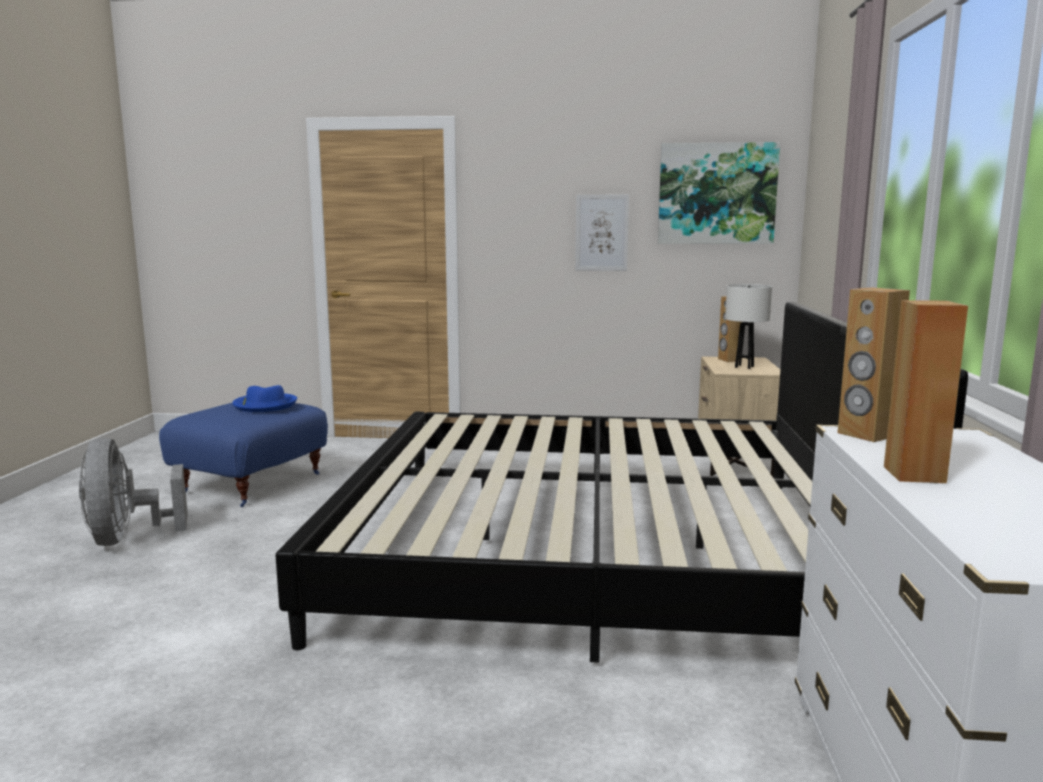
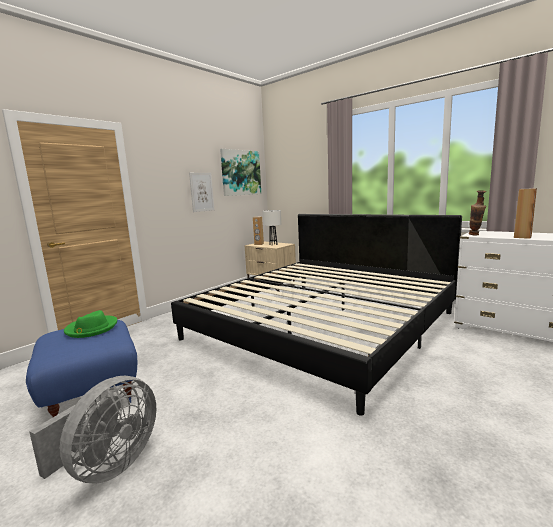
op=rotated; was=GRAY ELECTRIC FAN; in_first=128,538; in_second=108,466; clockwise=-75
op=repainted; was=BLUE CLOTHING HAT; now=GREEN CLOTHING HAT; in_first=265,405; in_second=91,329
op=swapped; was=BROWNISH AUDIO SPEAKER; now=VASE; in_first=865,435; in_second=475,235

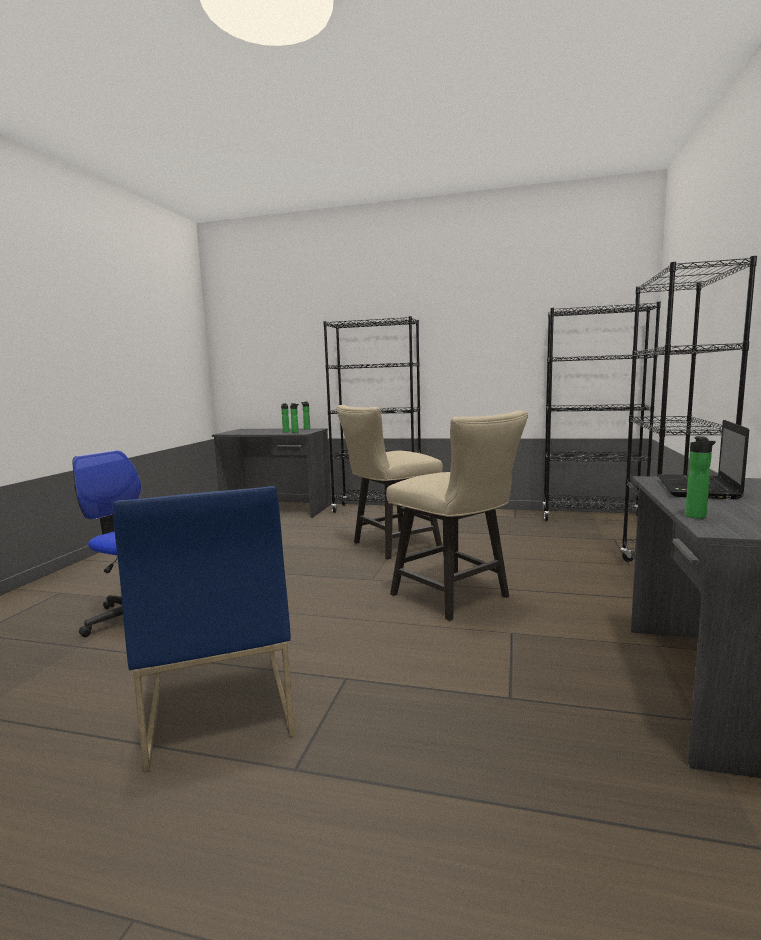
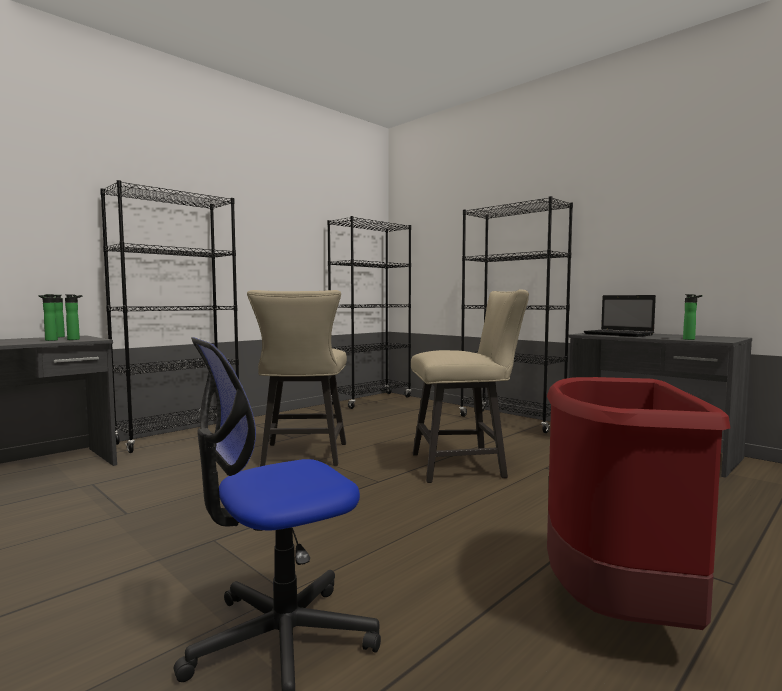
op=swapped; was=BLUE CHAIR; now=RED RUBBISH BIN; in_first=217,707; in_second=617,608

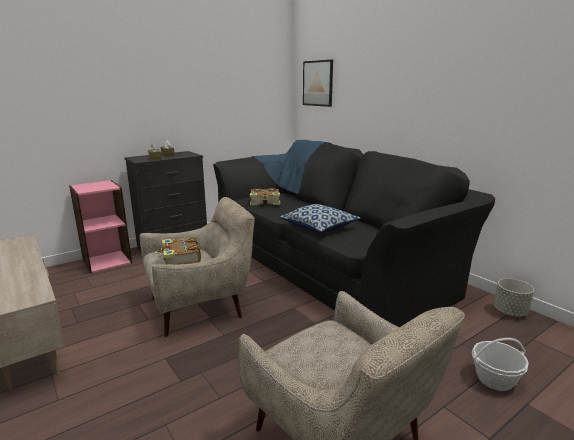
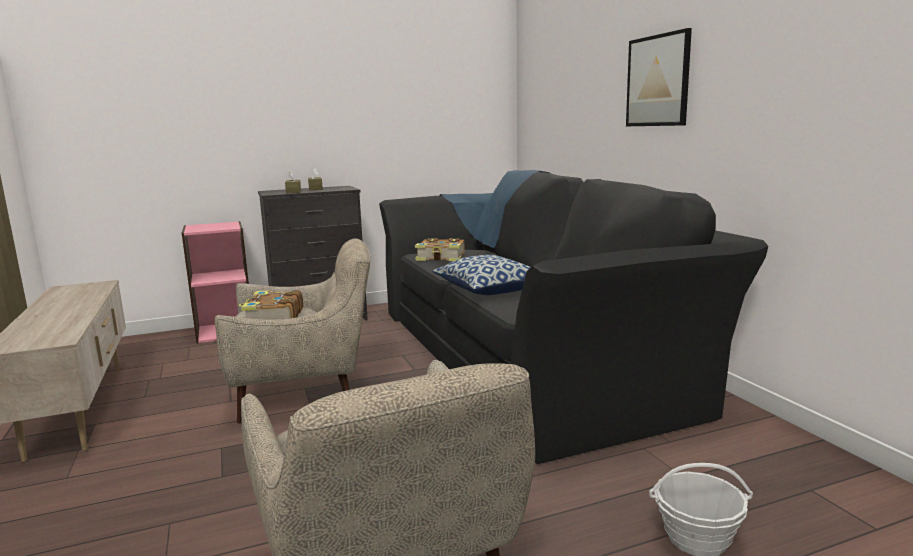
op=shifted; was=WALL PICTURE; in_first=318,83; in_second=658,81
op=gone; was=GRAY PLANTER; in_first=510,312

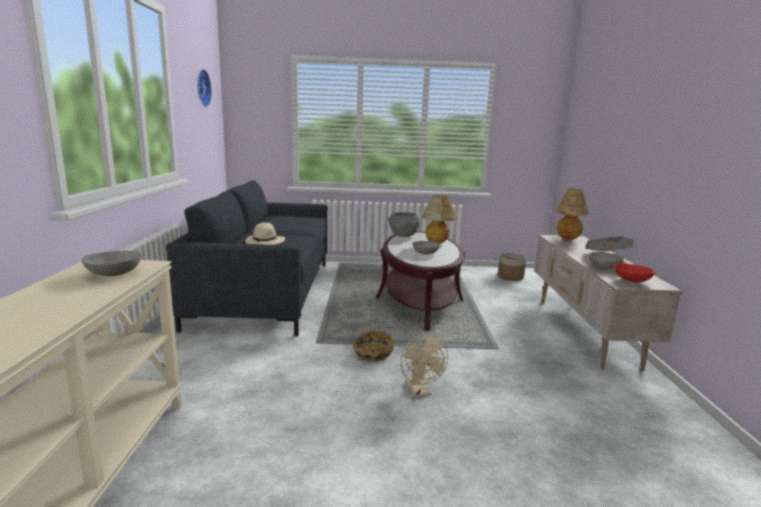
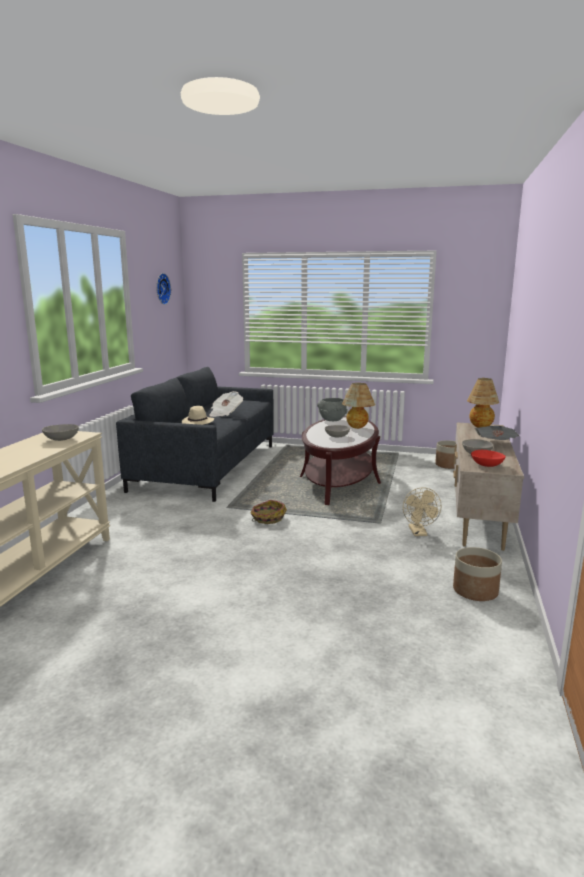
op=shifted; was=BEIGE-COLOURED ELECTRIC FAN; in_first=420,391; in_second=419,533
op=new; now=PRINTED PAPER; in_second=225,413
op=new; now=PLANTER; in_second=475,591

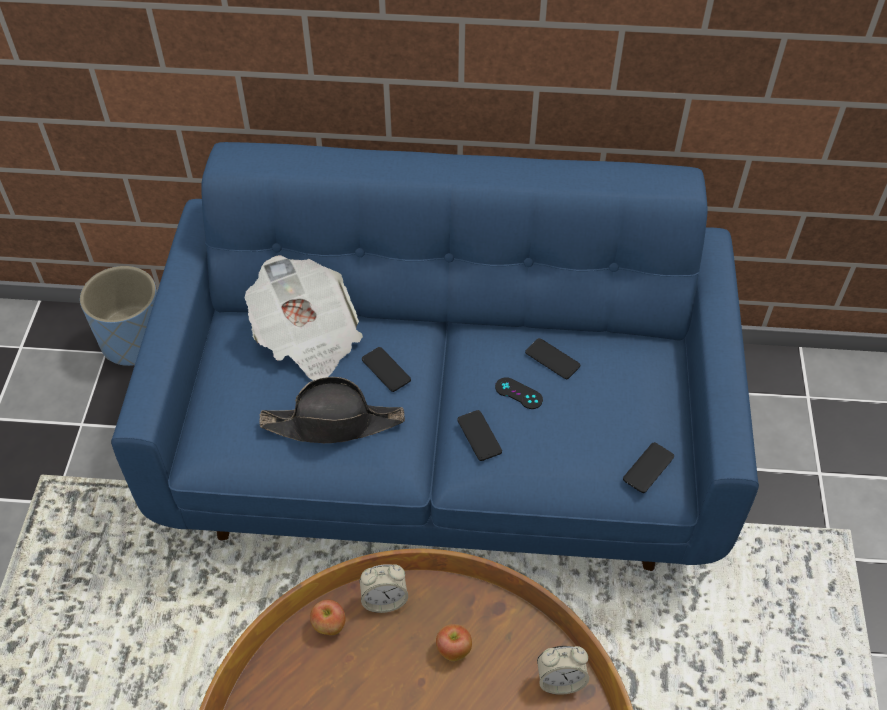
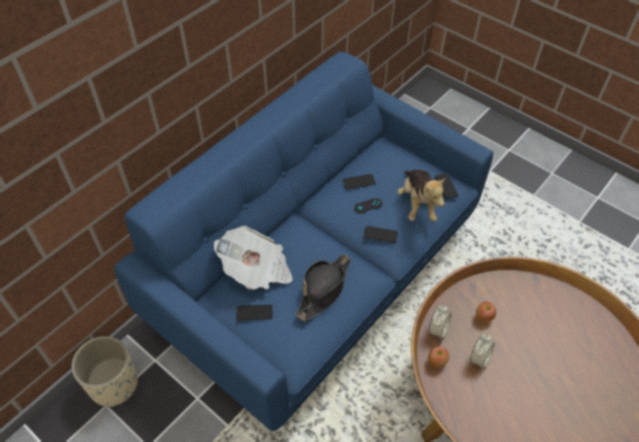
op=repainted; was=BLUE PLANTER; now=BEIGE-COLOURED PLANTER; in_first=135,342; in_second=114,384
op=shifted; was=PHONE; in_first=386,370; in_second=254,313
op=shifted; was=BEDSIDE CLOCK; in_first=560,680; in_second=479,358
op=new; now=CUDDLY TOY; in_second=417,204

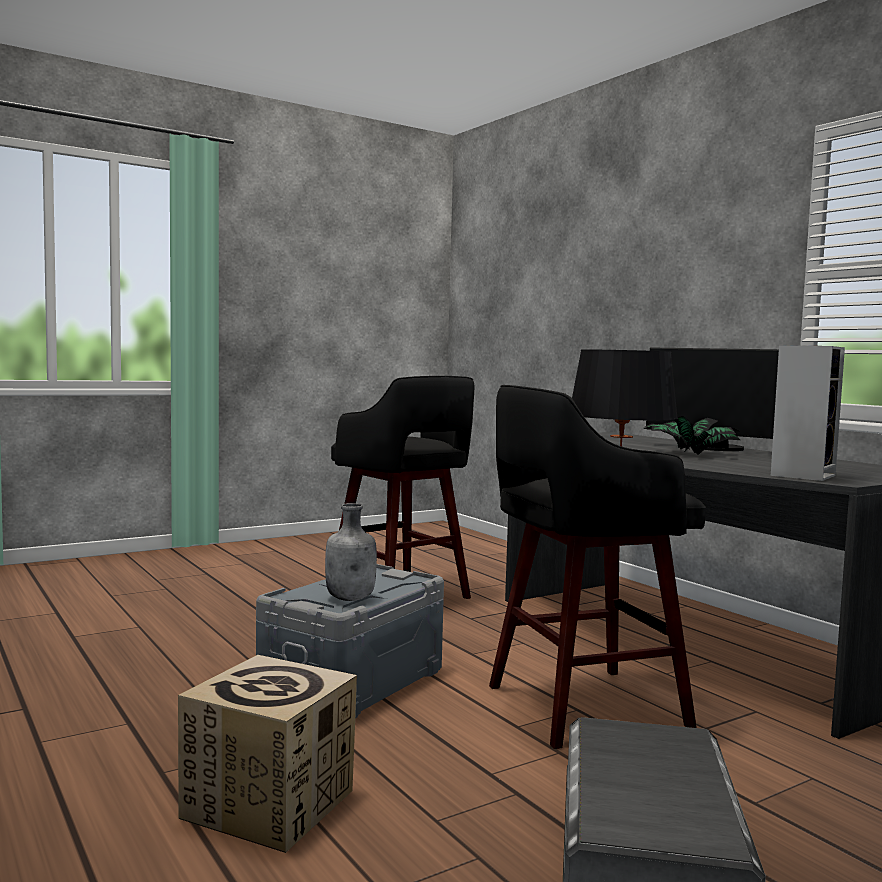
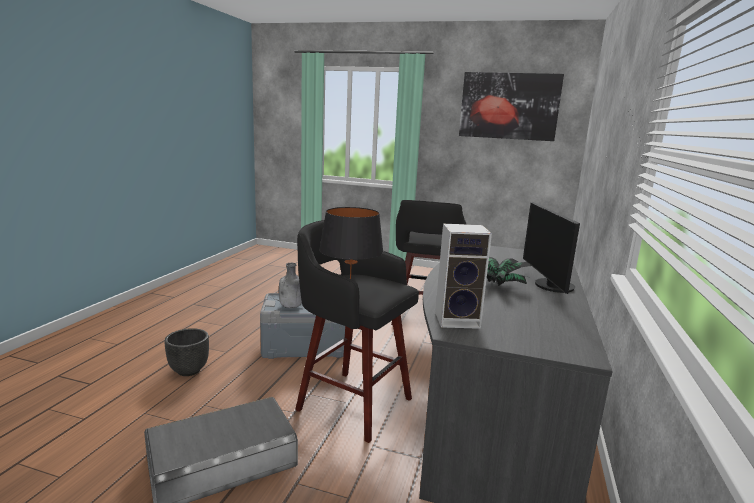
op=swapped; was=CARTON; now=BLACKISH PLANTER; in_first=270,804; in_second=189,370
op=new; now=WALL PICTURE; in_second=509,106

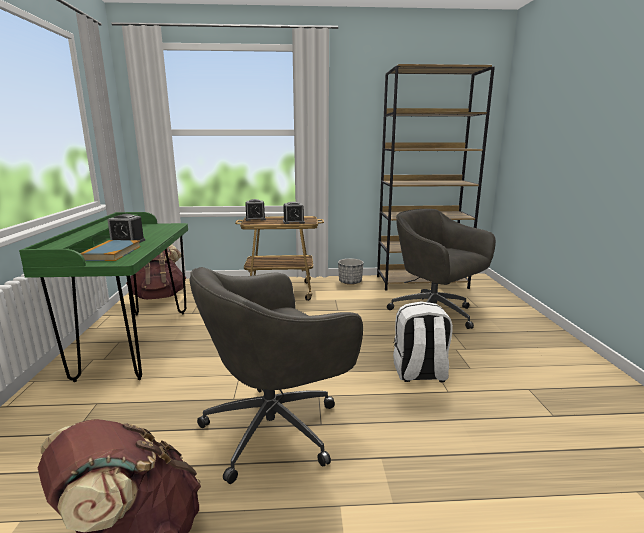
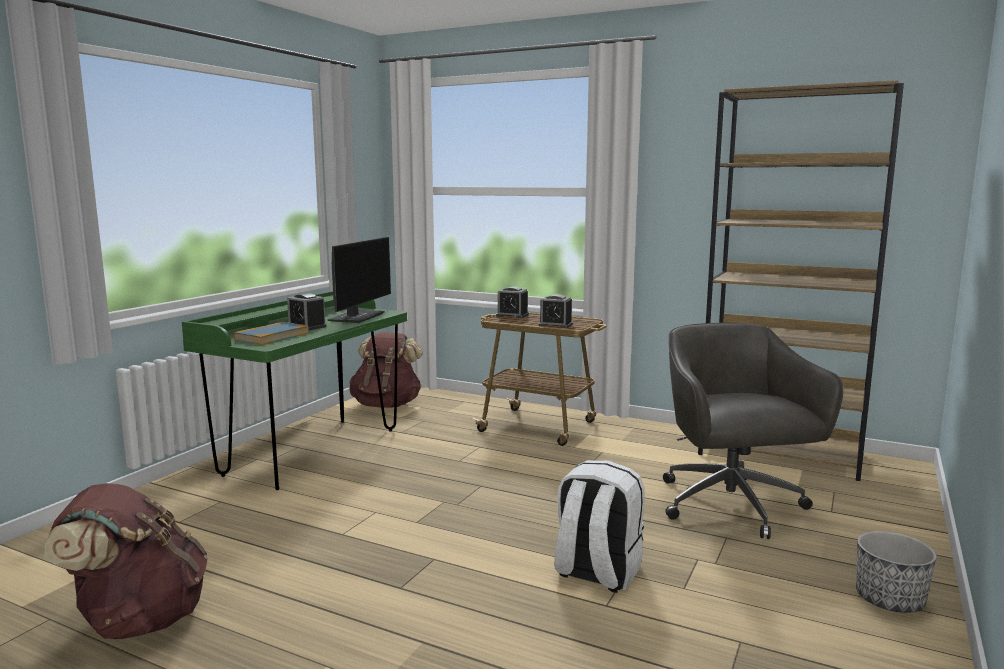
op=gone; was=GRAY COMPUTER CHAIR; in_first=276,428
op=shifted; was=PLANTER; in_first=350,282; in_second=890,600
op=new; now=COMPUTER SCREEN; in_second=357,317

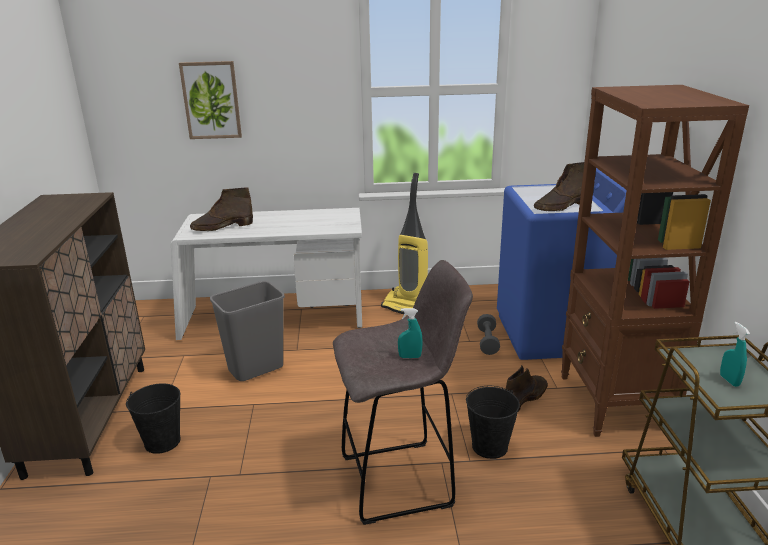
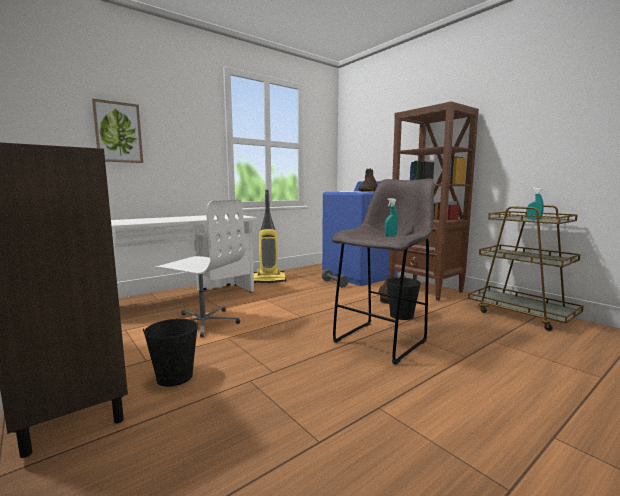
op=gone; was=BROWNISH BOOT; in_first=221,227
op=swapped; was=GRAY RUBBISH BIN; now=WHITISH COMPUTER CHAIR; in_first=255,369; in_second=203,322

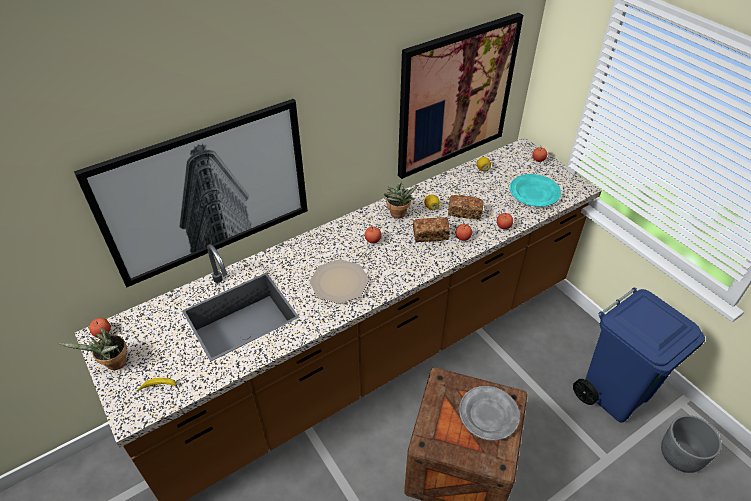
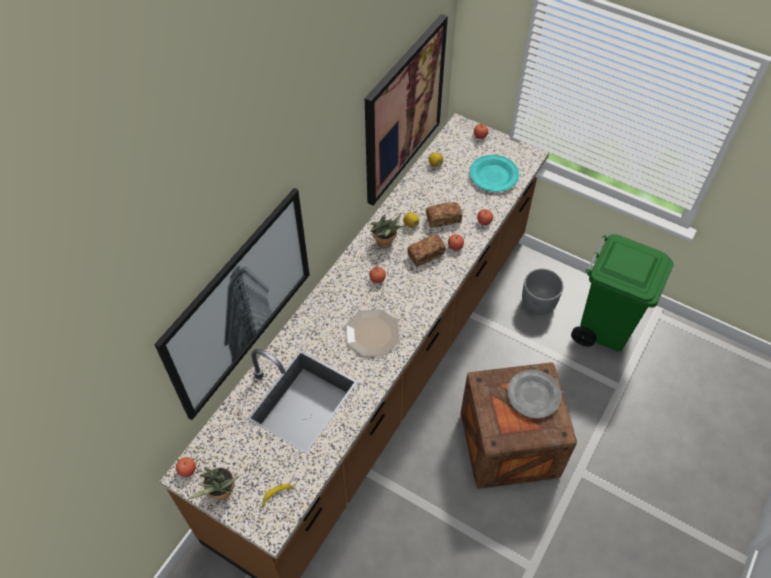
op=repainted; was=BLUE RUBBISH BIN; now=GREEN RUBBISH BIN; in_first=614,393; in_second=604,327
op=shifted; was=GRAY PLANTER; in_first=680,455; in_second=538,303

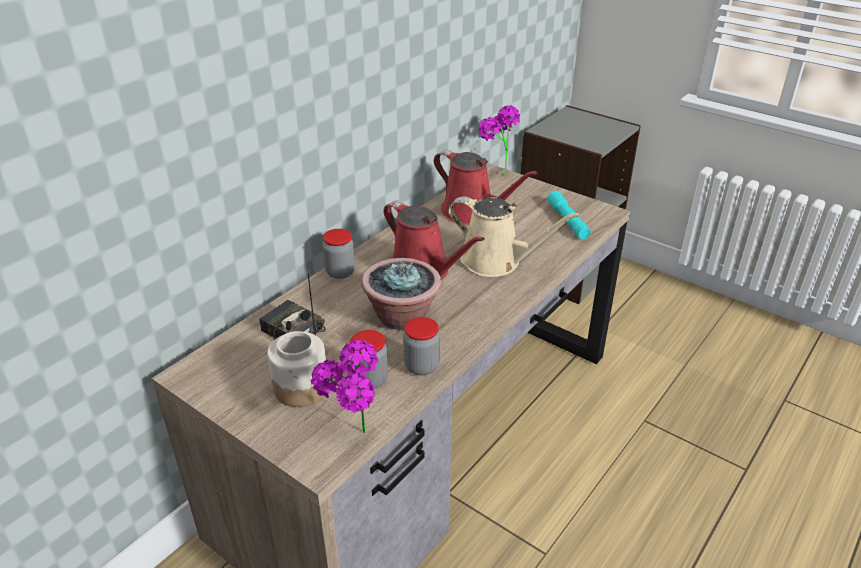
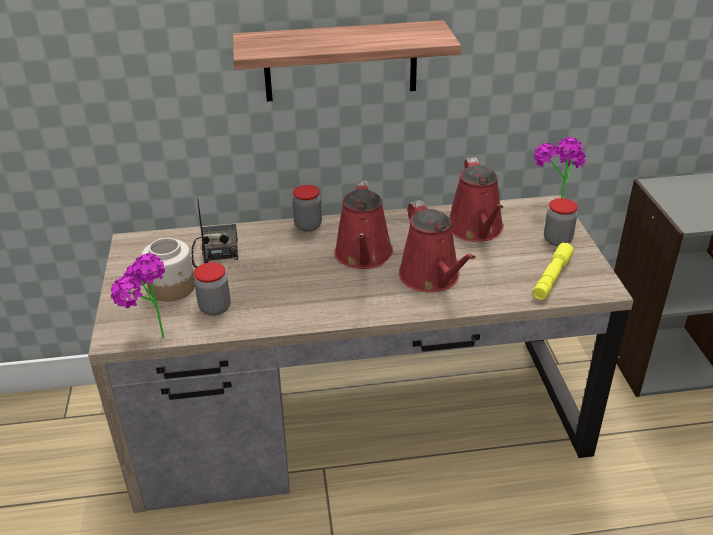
op=gone; was=PLANT IN A POT; in_first=402,317
op=shifted; was=PRESERVE JAR; in_first=421,366; in_second=557,240
op=repainted; was=BEIGE-COLOURED SPRINKLING CAN; now=RED SPRINKLING CAN; in_first=496,261; in_second=432,278
op=repainted; was=TURQUOISE-COLOURED TORCH; now=YELLOW-COLOURED TORCH; in_first=567,221; in_second=552,277
op=new; now=WALL SHELF; in_second=340,61

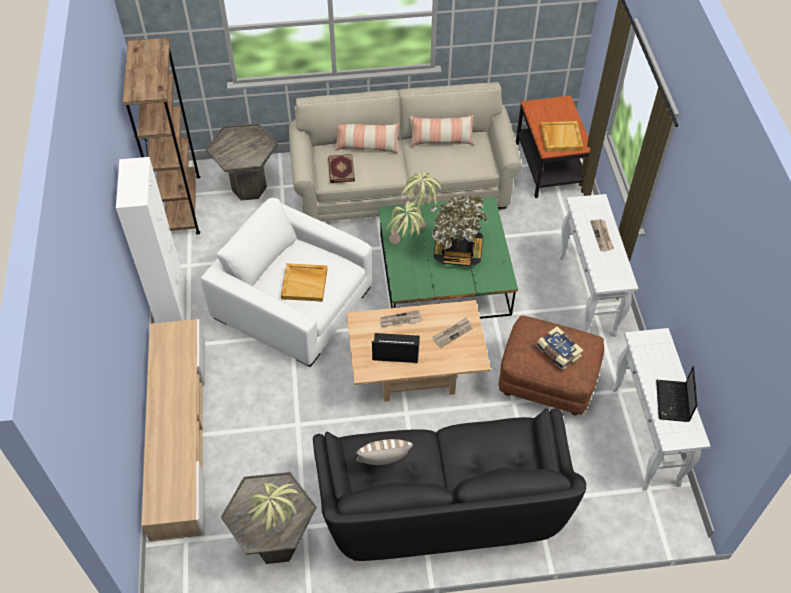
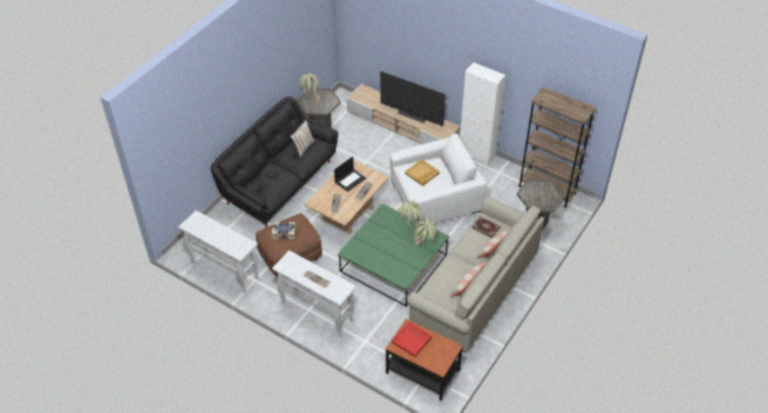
op=gone; was=PLANT IN A POT; in_first=457,251
op=repainted; was=BEIGE-COLOURED CARRYING TRAY; now=RED CARRYING TRAY; in_first=560,137; in_second=412,340
op=gone; was=LAPTOP; in_first=673,402
op=new; now=TV SET; in_second=411,116

